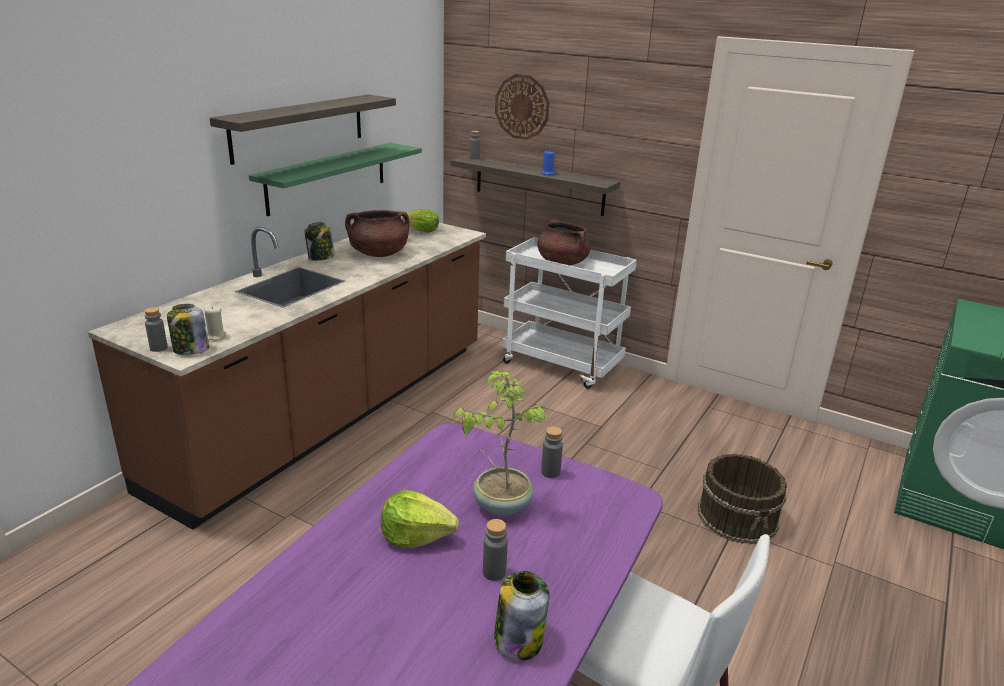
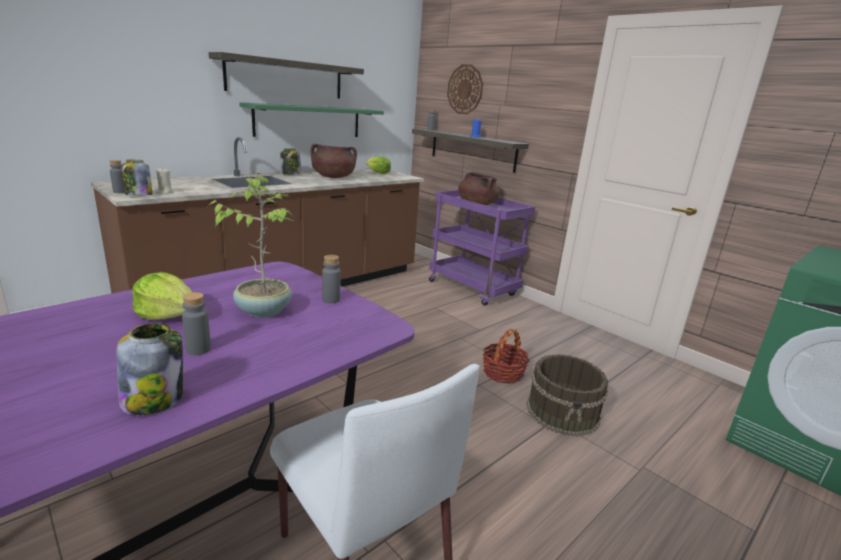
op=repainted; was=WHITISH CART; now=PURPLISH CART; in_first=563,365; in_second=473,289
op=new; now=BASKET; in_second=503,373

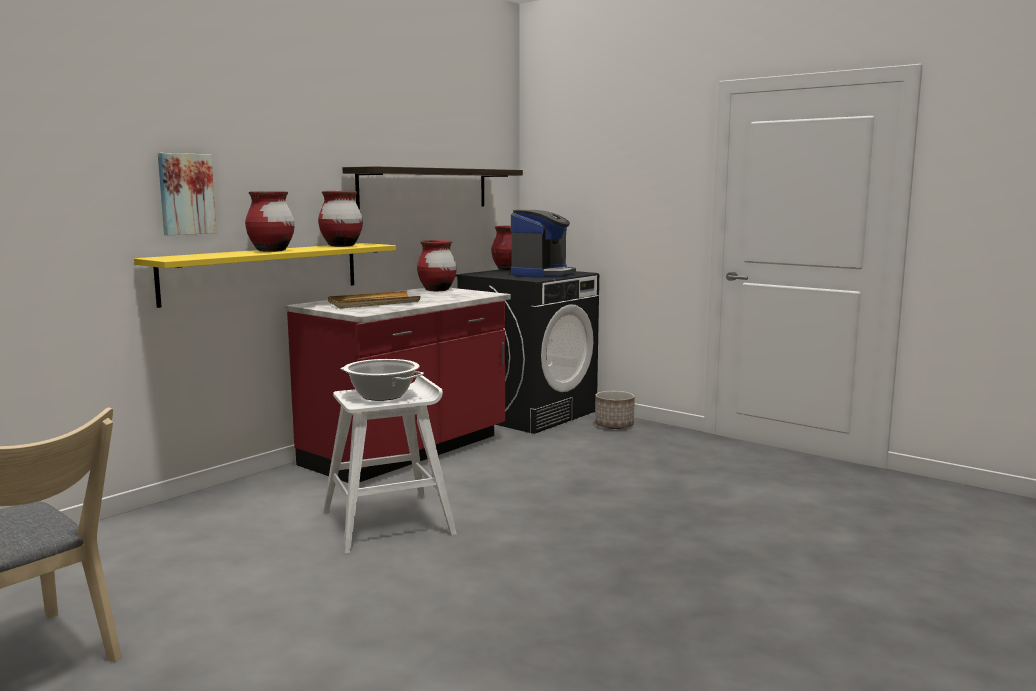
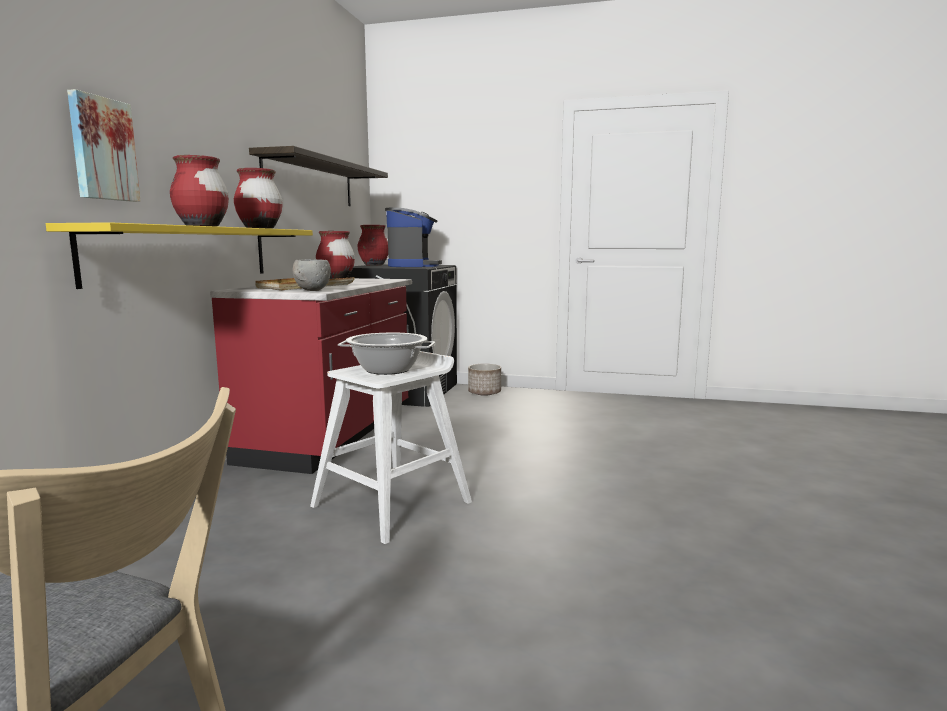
op=new; now=GRAY BOWL; in_second=312,291

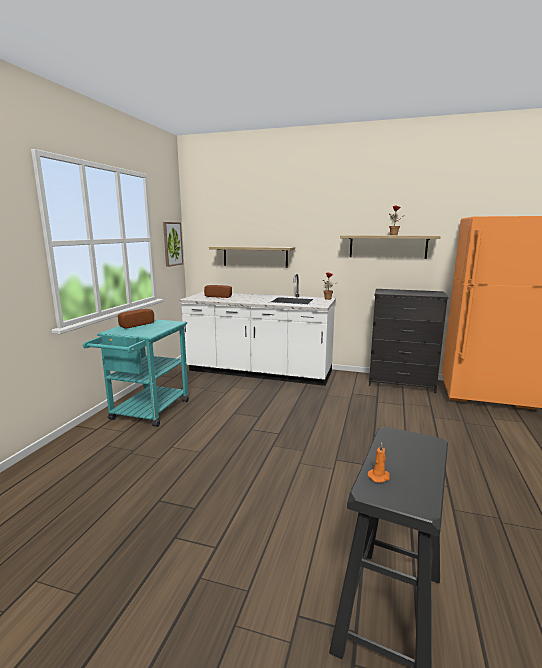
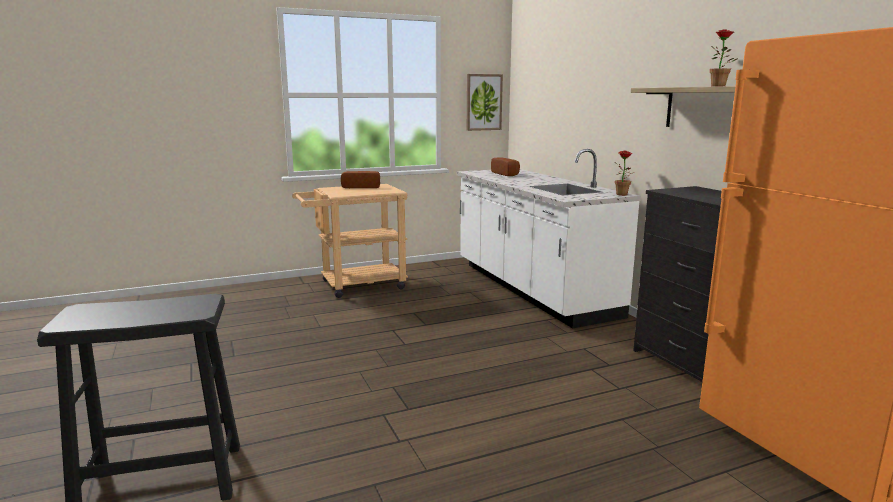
op=repainted; was=TURQUOISE-COLOURED CART; now=BEIGE-COLOURED CART; in_first=146,413; in_second=355,285
op=gone; was=WALL SHELF; in_first=255,256
op=gone; was=ORANGE WAX CANDLE; in_first=379,476

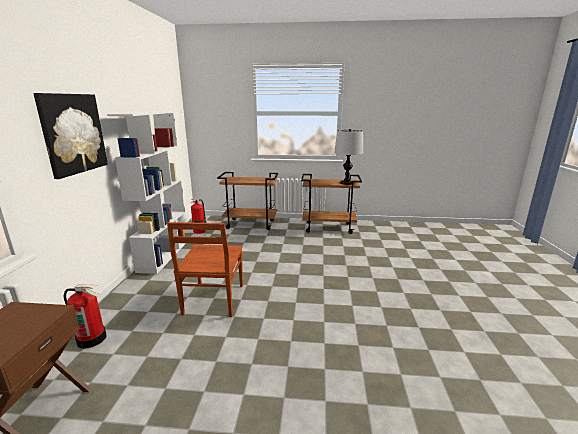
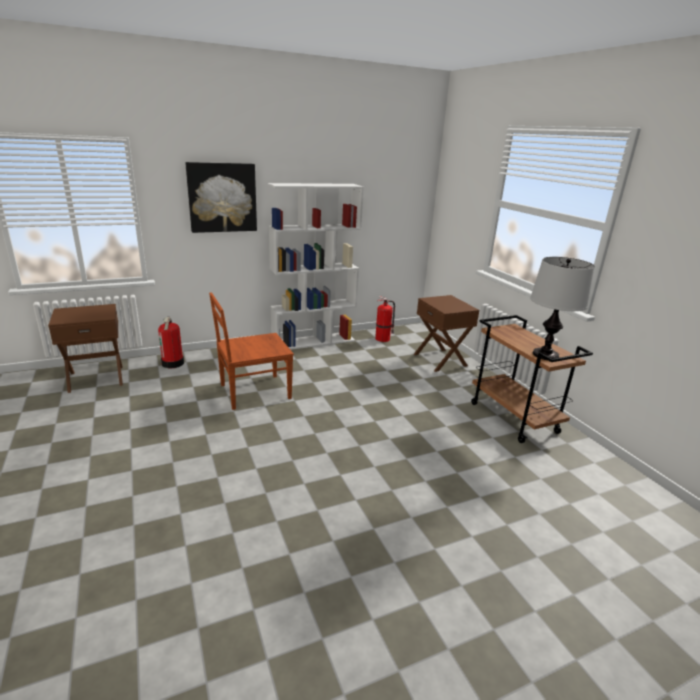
op=swapped; was=BROWNISH CART; now=BROWNISH NIGHTSTAND; in_first=251,224; in_second=440,360

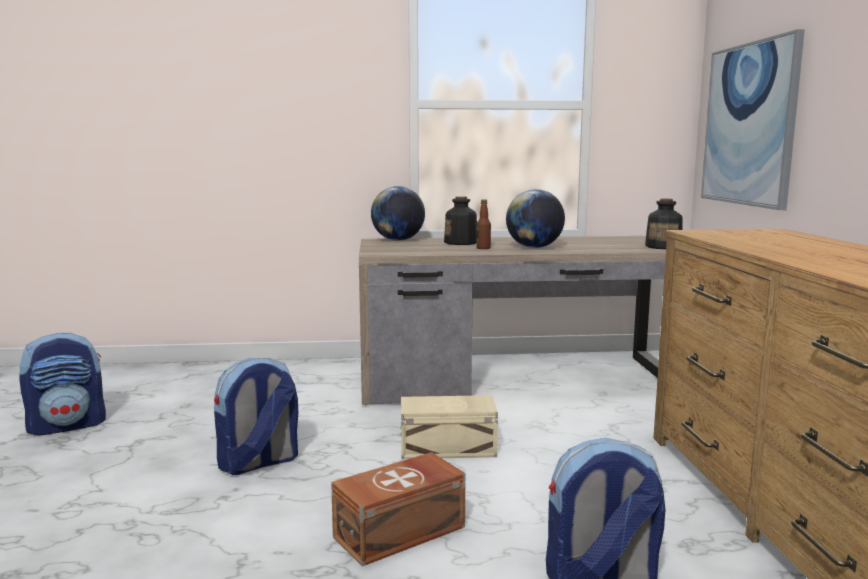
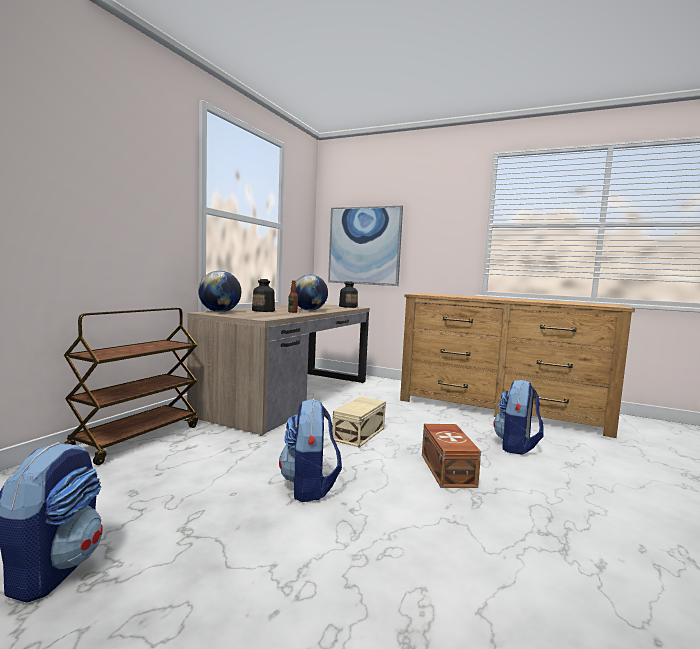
op=new; now=BROWNISH CART; in_second=137,438

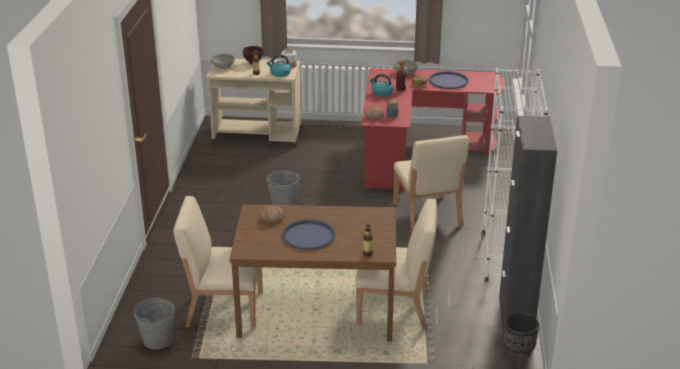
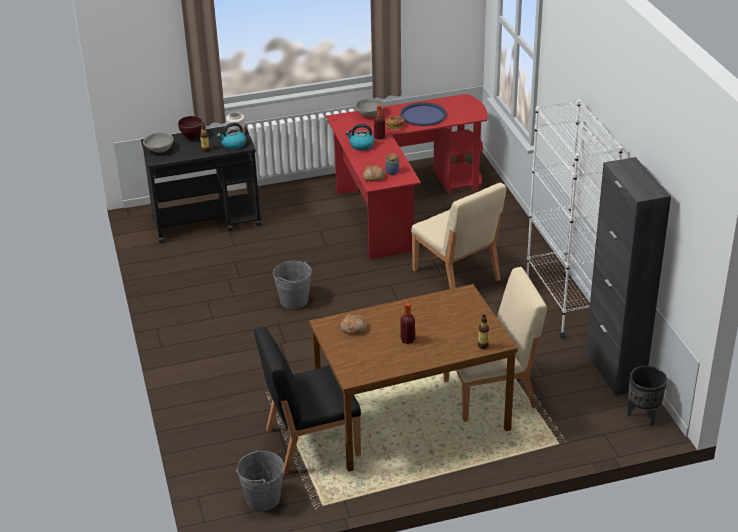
op=repainted; was=BEIGE-COLOURED CHAIR; now=BLACKISH CHAIR; in_first=223,309; in_second=311,442
op=repainted; was=BEIGE-COLOURED CART; now=BLACKISH CART; in_first=258,136; in_second=207,221
op=swapped; was=BLUE CARRYING TRAY; now=DRINK BOTTLE; in_first=308,235; in_second=407,340

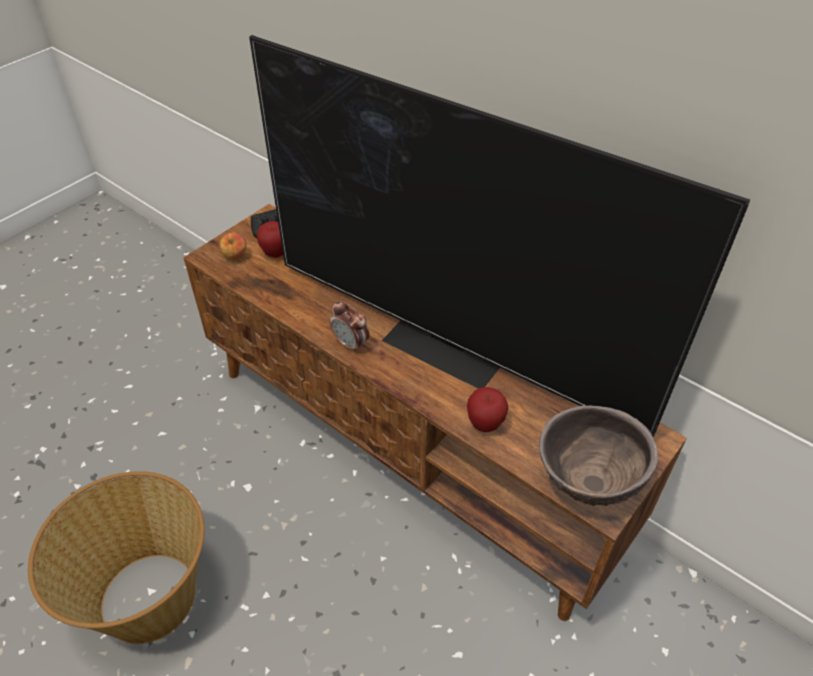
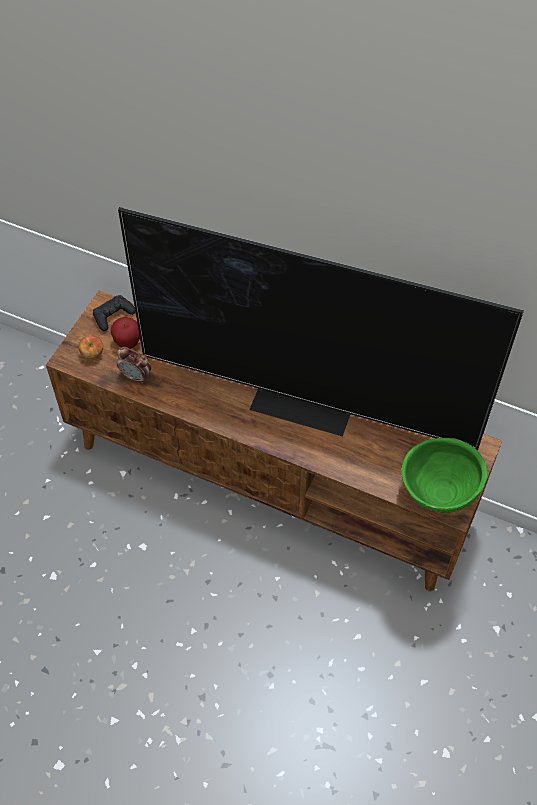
op=gone; was=BASKET; in_first=148,595
op=shifted; was=BEDSIDE CLOCK; in_first=351,344; in_second=136,376
op=gone; was=APPLE FRUIT; in_first=485,424
op=repainted; was=BROWNISH BOWL; now=GREEN BOWL; in_first=586,483; in_second=438,494

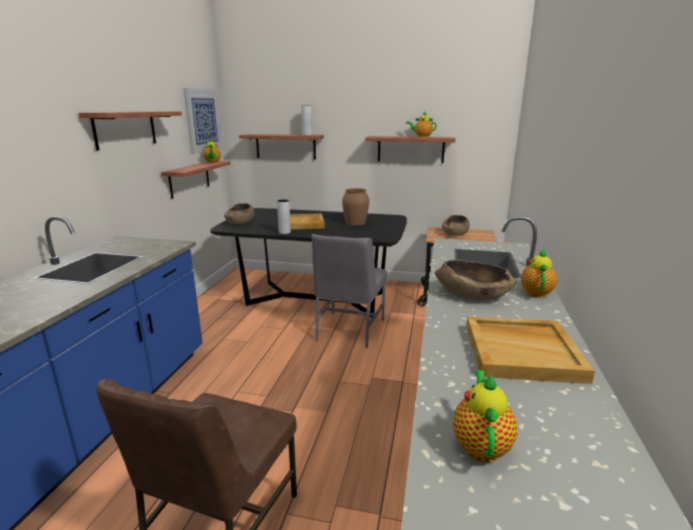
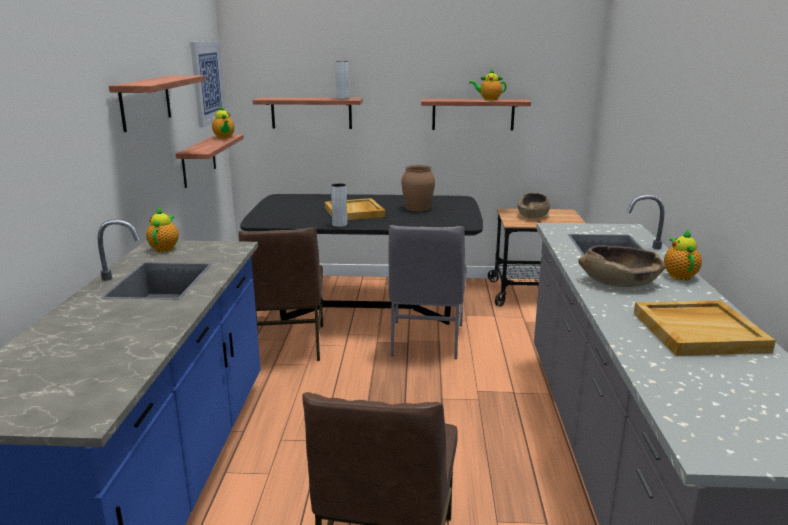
op=gone; was=BROWNISH BOWL; in_first=240,222
op=shifted; was=TEA POT; in_first=480,444; in_second=165,248
op=new; now=BROWNISH CHAIR; in_second=287,344

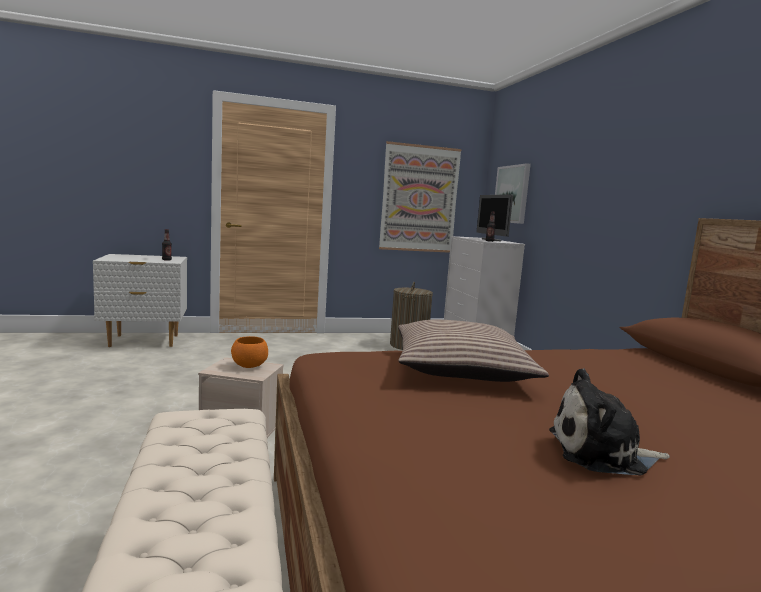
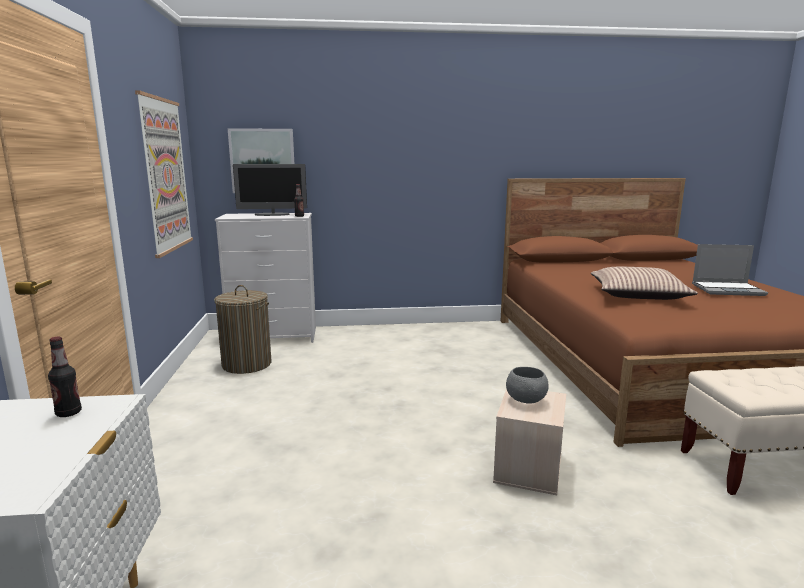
op=repainted; was=ORANGE BOWL; now=GRAY BOWL; in_first=249,366; in_second=526,401
op=swapped; was=CUDDLY TOY; now=LAPTOP; in_first=602,453; in_second=728,290

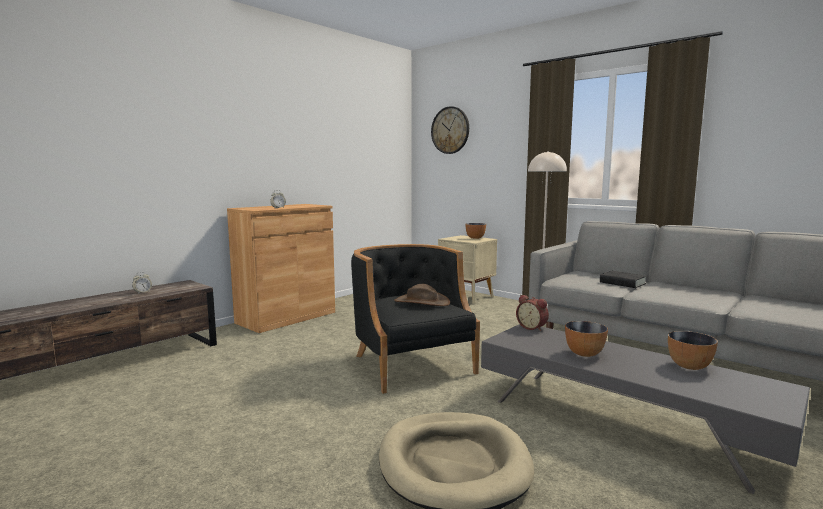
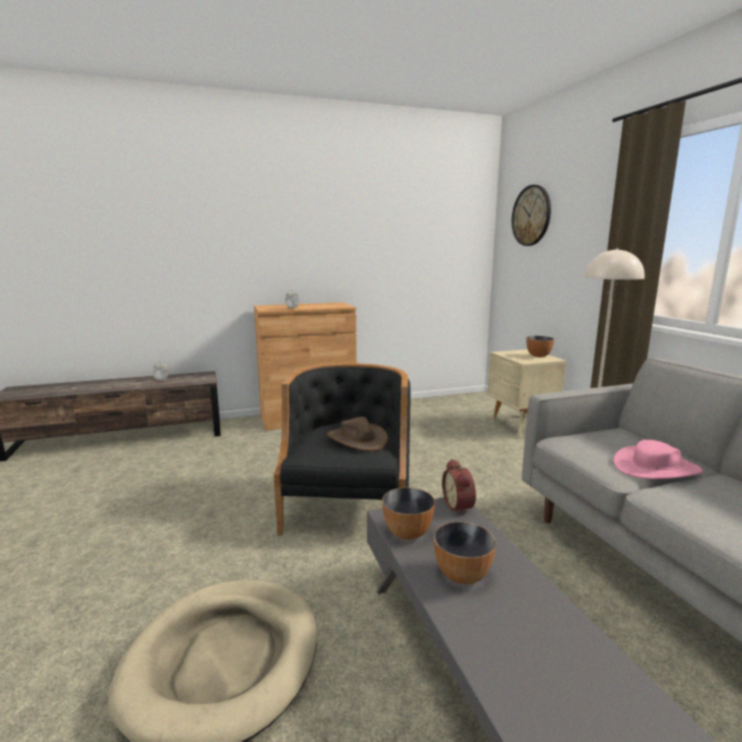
op=swapped; was=BLACKISH BOUND BOOK; now=PINK-COLOURED CLOTHING HAT; in_first=622,283; in_second=656,468
op=shifted; was=BOWL; in_first=689,366; in_second=408,532

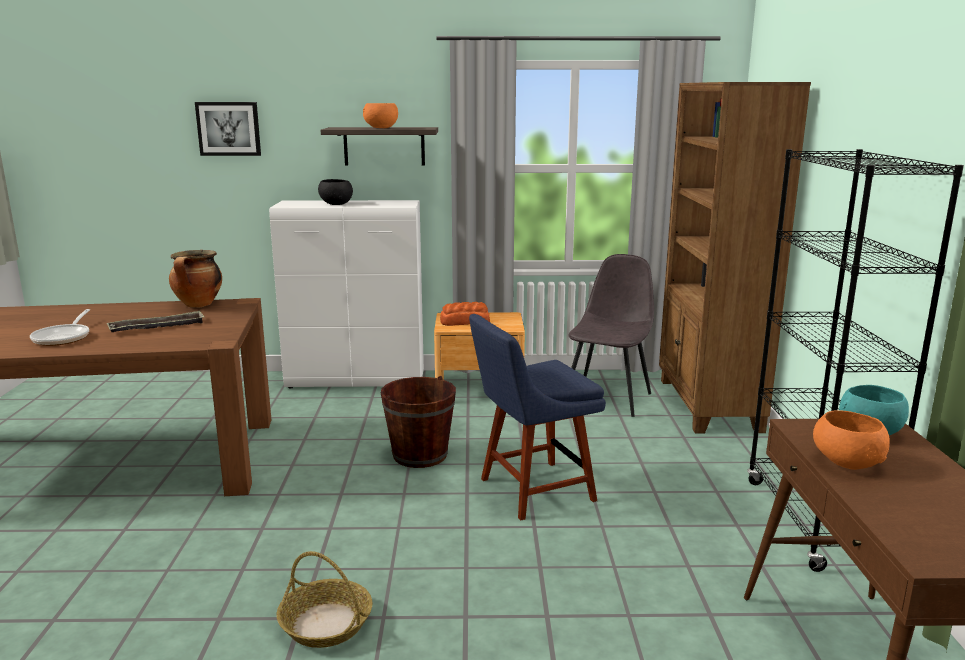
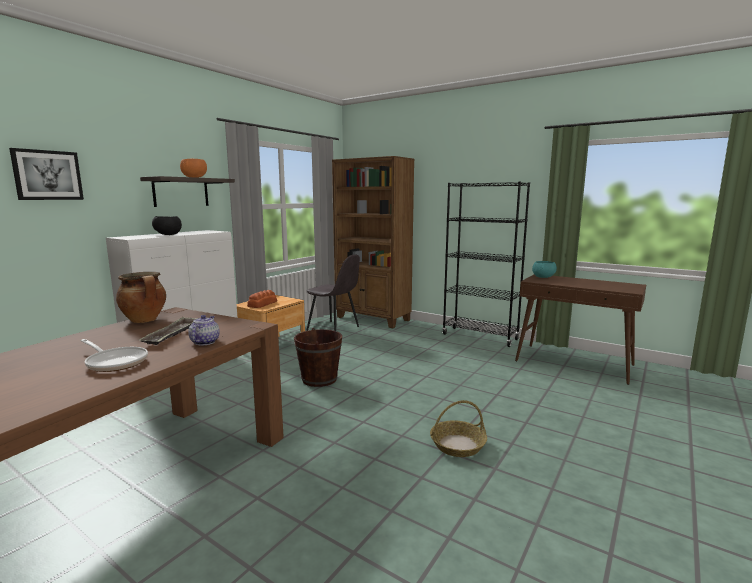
op=gone; was=BLUE CHAIR; in_first=531,491
op=rotated; was=GRAY CHAIR; in_first=607,398; in_second=334,329; clockwise=150
op=gone; was=ORANGE BOWL; in_first=845,463
op=new; now=TEA POT; in_second=205,342

